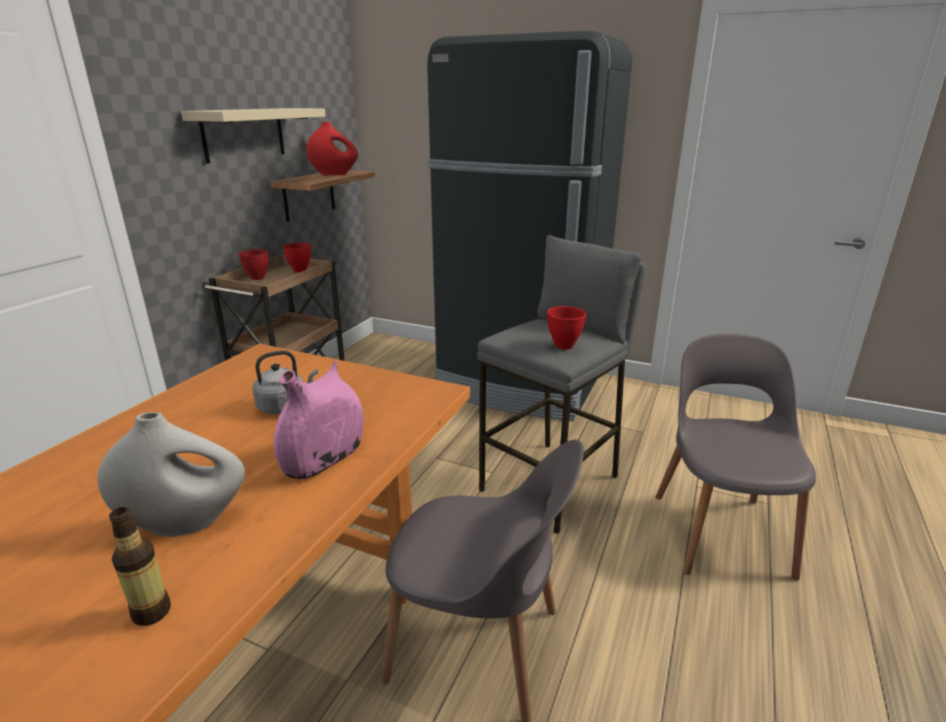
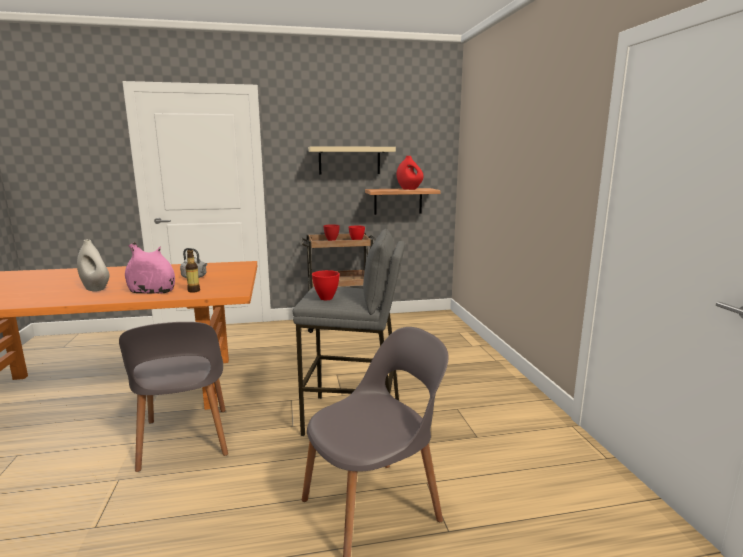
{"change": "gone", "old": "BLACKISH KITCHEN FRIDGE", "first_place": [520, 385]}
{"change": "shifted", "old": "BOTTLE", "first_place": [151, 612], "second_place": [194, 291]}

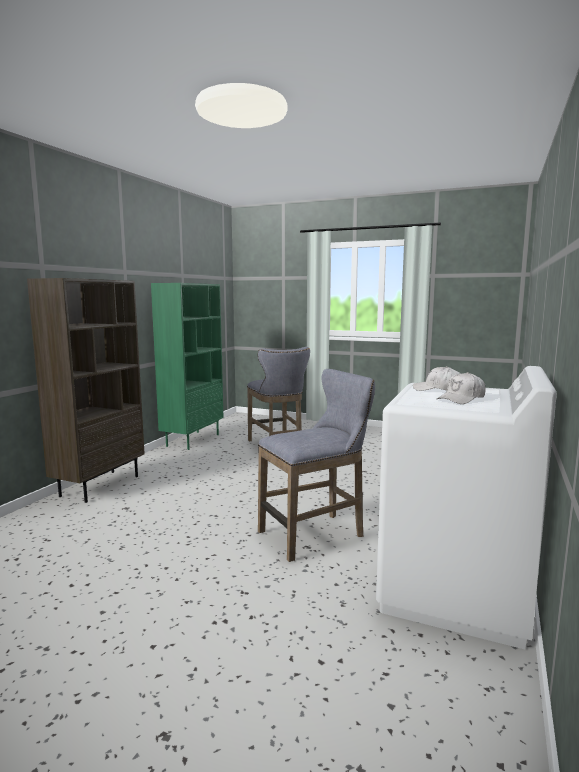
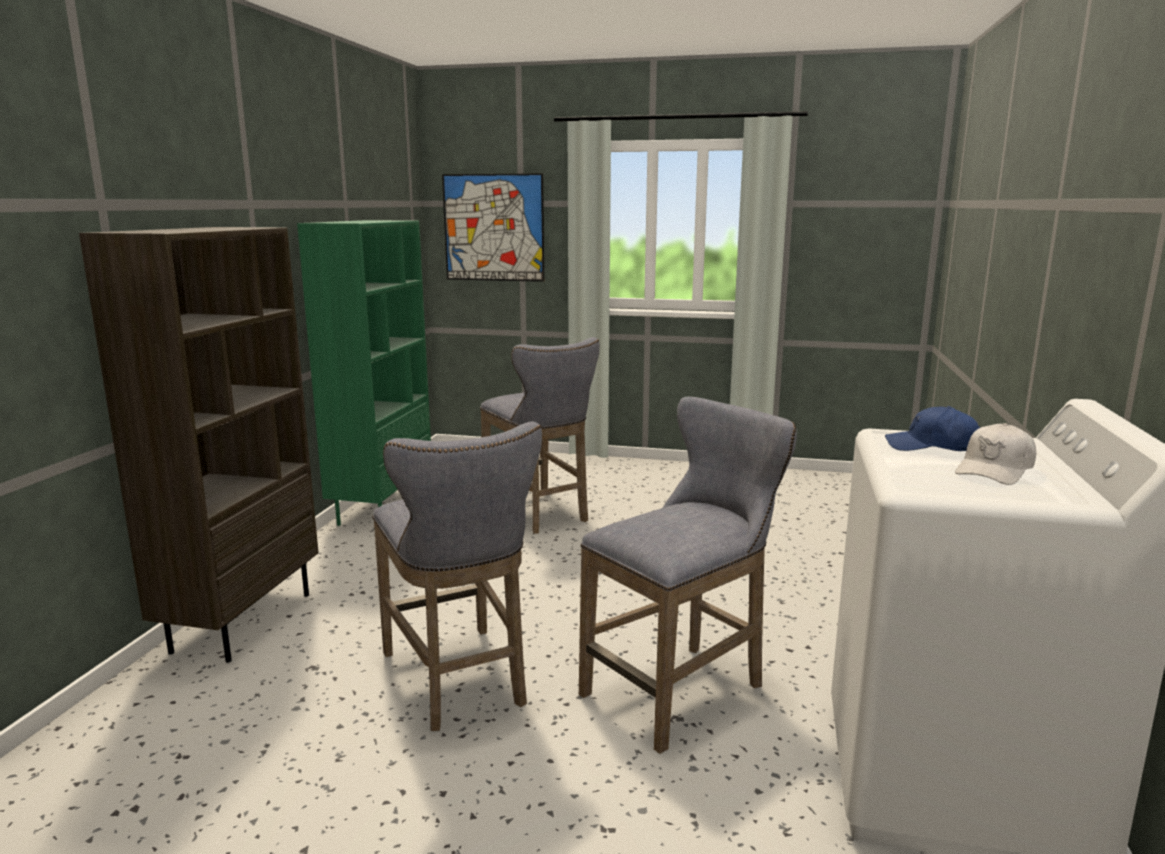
{"change": "new", "new": "GREYISH STOOL", "second_place": [458, 682]}
{"change": "new", "new": "WALL ART", "second_place": [493, 228]}
{"change": "repainted", "old": "WHITISH BASEBALL CAP", "new": "BLUISH BASEBALL CAP", "first_place": [438, 390], "second_place": [931, 446]}

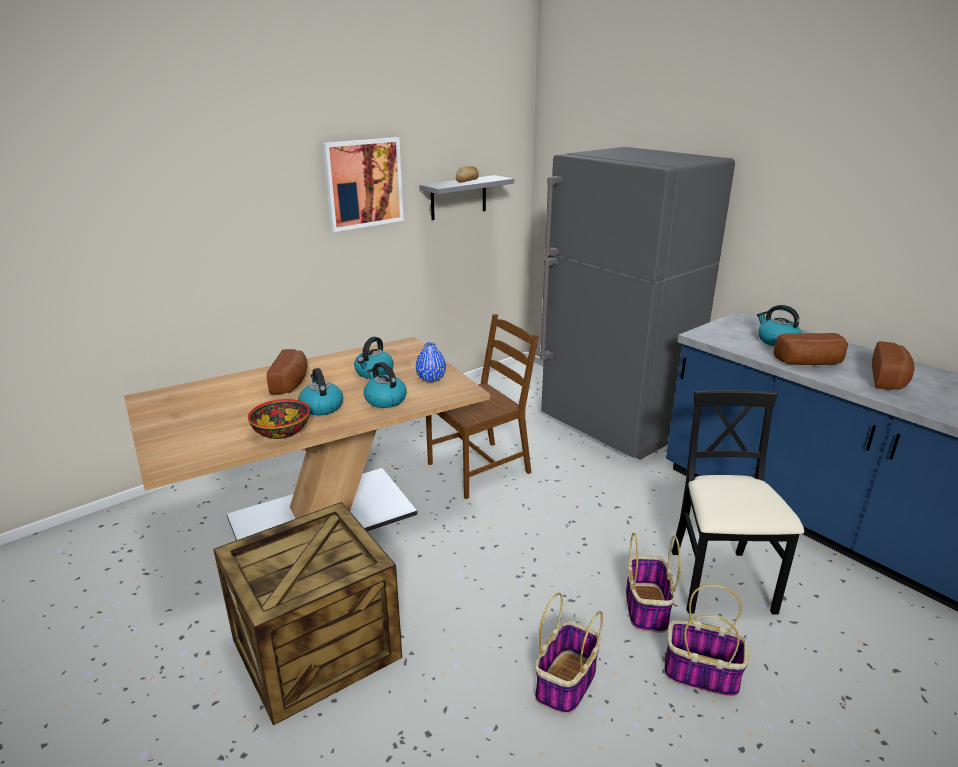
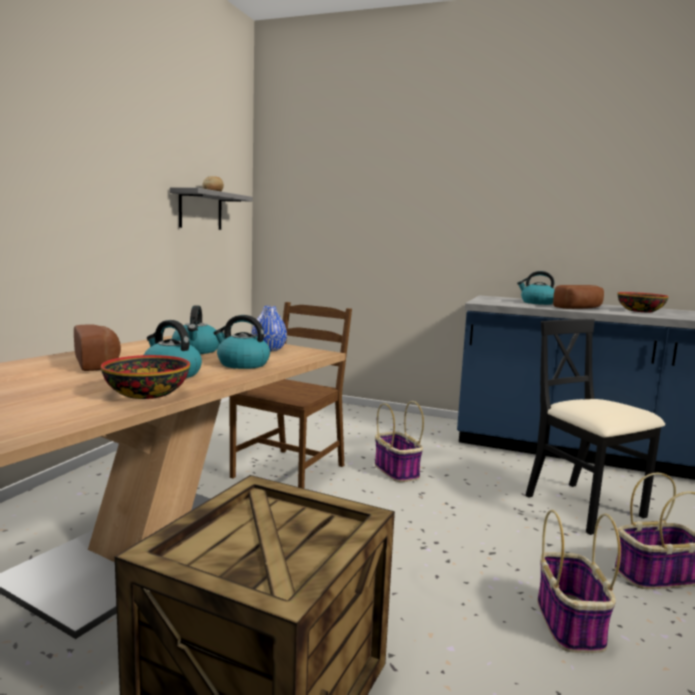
{"change": "gone", "old": "WALL ART", "first_place": [363, 183]}
{"change": "gone", "old": "GREYISH KITCHEN FRIDGE", "first_place": [614, 428]}
{"change": "shifted", "old": "BASKET", "first_place": [646, 607], "second_place": [395, 471]}
{"change": "swapped", "old": "BREAD", "new": "BOWL", "first_place": [890, 379], "second_place": [640, 311]}

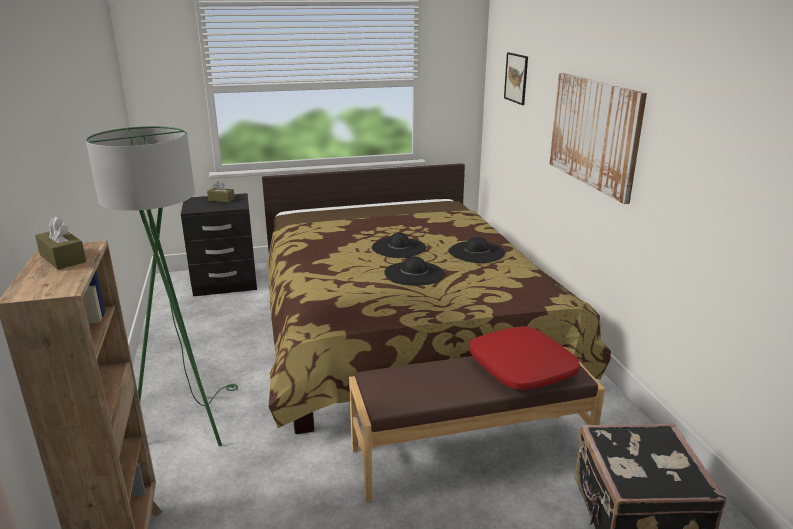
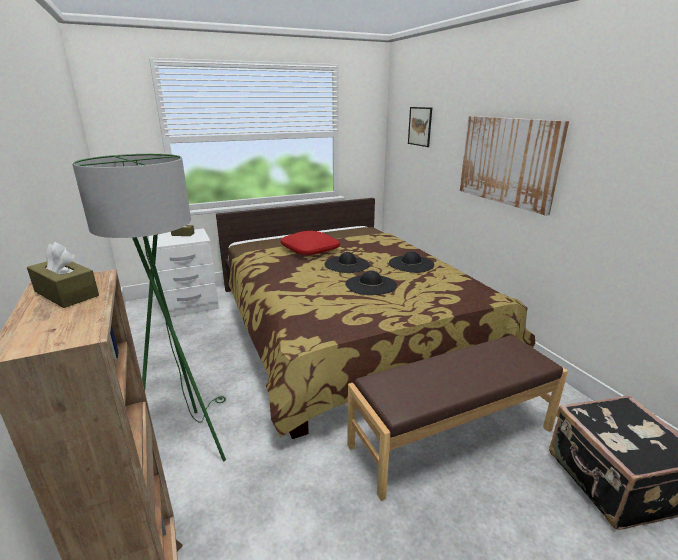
{"change": "shifted", "old": "REDDISH THROW PILLOW", "first_place": [521, 368], "second_place": [309, 250]}
{"change": "repainted", "old": "BLACKISH NIGHT TABLE", "new": "WHITISH NIGHT TABLE", "first_place": [225, 283], "second_place": [189, 305]}

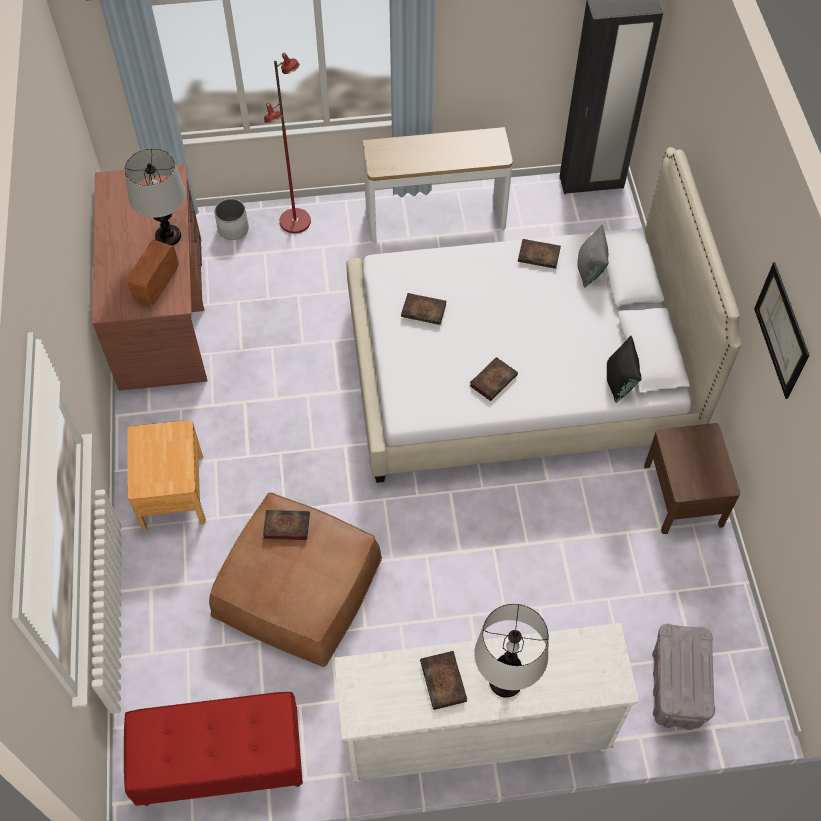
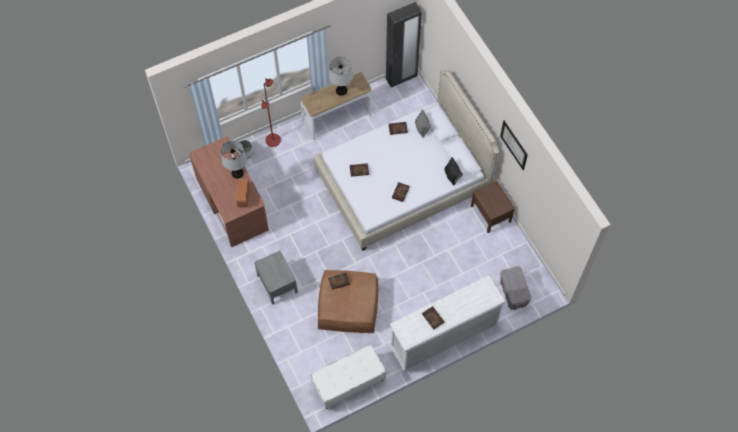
{"change": "shifted", "old": "LAMP FOR A TABLE", "first_place": [506, 680], "second_place": [341, 90]}
{"change": "repainted", "old": "REDDISH LONG SEAT", "new": "WHITISH LONG SEAT", "first_place": [220, 762], "second_place": [348, 383]}
{"change": "repainted", "old": "BROWNISH NIGHT TABLE", "new": "GREYISH NIGHT TABLE", "first_place": [172, 491], "second_place": [277, 283]}

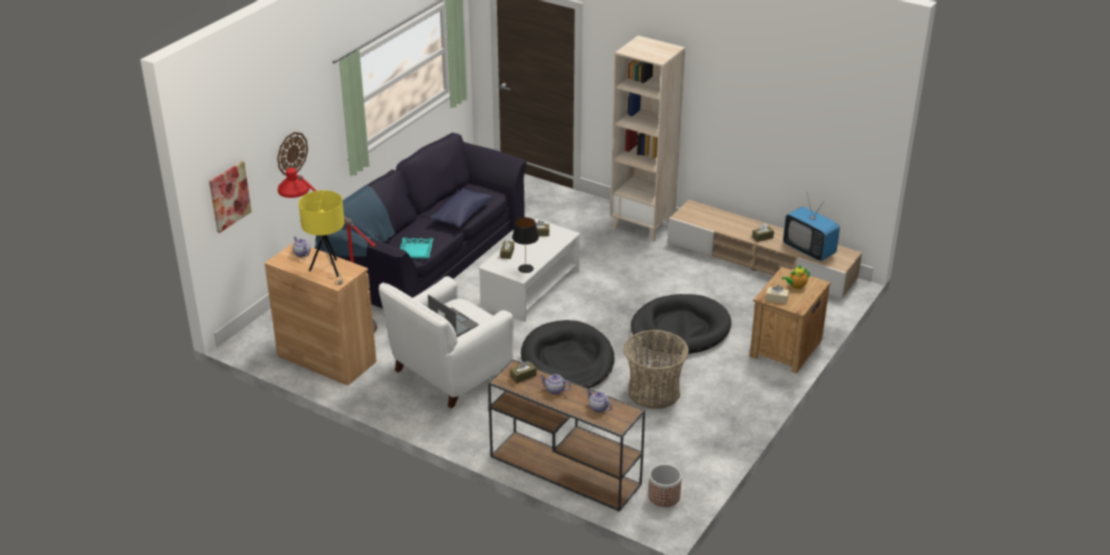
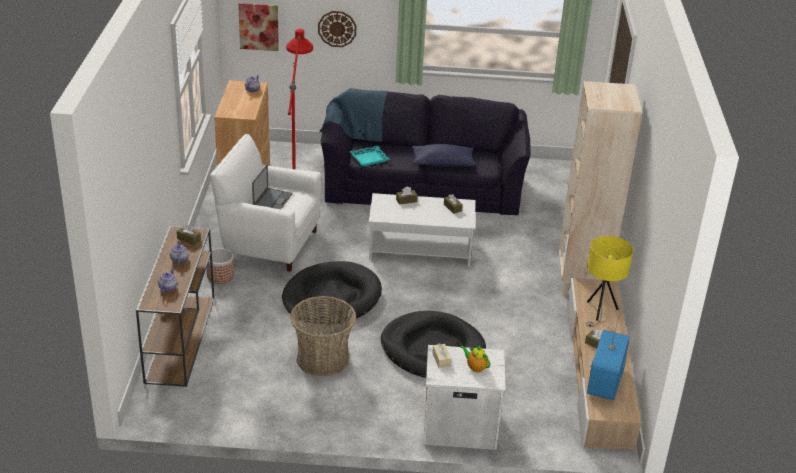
{"change": "gone", "old": "BLACKISH LAMP FOR A TABLE", "first_place": [526, 269]}
{"change": "shifted", "old": "YELLOW LAMP FOR A TABLE", "first_place": [328, 270], "second_place": [599, 312]}
{"change": "shifted", "old": "FLOWER POT", "first_place": [664, 496], "second_place": [220, 276]}
{"change": "repainted", "old": "BROWNISH NIGHT TABLE", "new": "WHITISH NIGHT TABLE", "first_place": [784, 348], "second_place": [458, 426]}

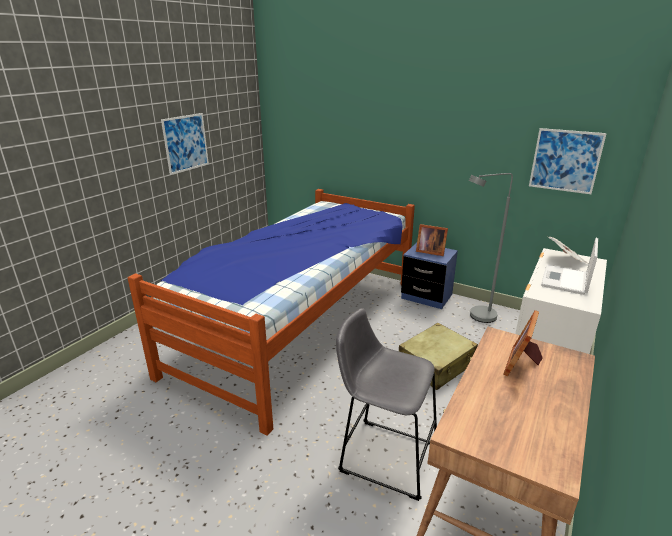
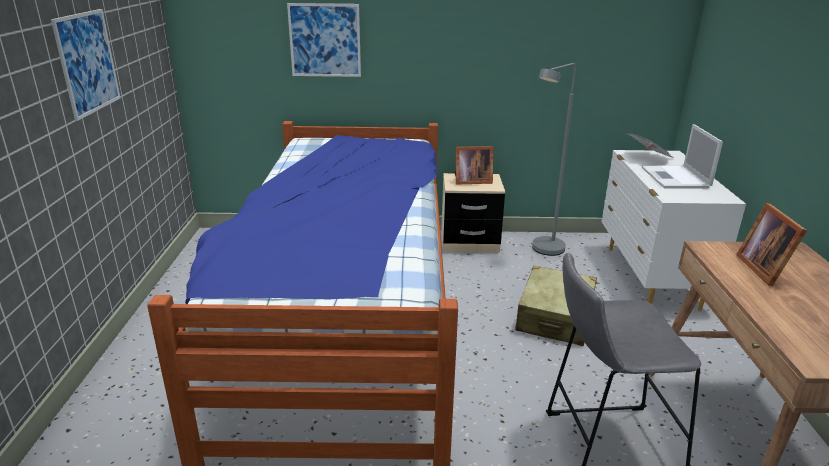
{"change": "shifted", "old": "WALL ART", "first_place": [565, 161], "second_place": [325, 40]}
{"change": "repainted", "old": "BLUISH NIGHT TABLE", "new": "BEIGE NIGHT TABLE", "first_place": [426, 296], "second_place": [469, 242]}

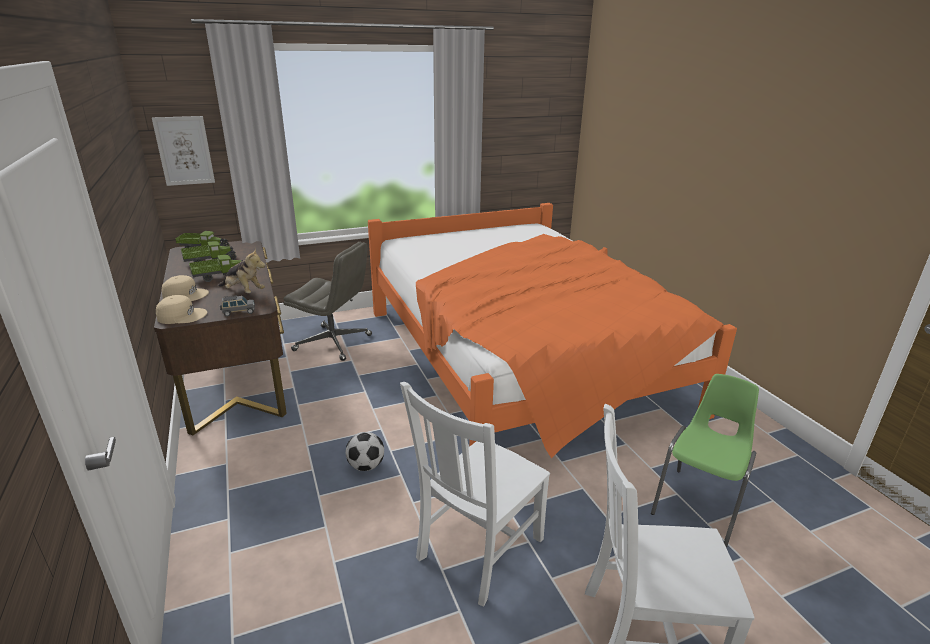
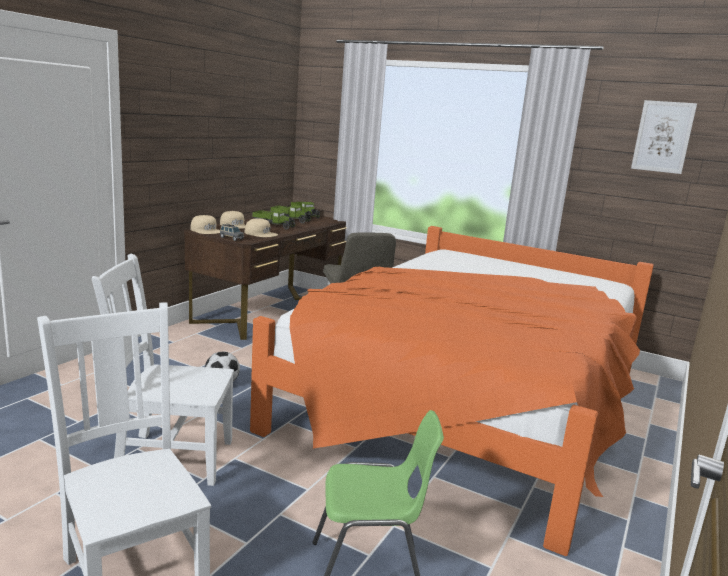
{"change": "shifted", "old": "WALL ART", "first_place": [184, 151], "second_place": [663, 137]}
{"change": "swapped", "old": "SOFT TOY", "new": "BEIGE BASEBALL CAP", "first_place": [243, 292], "second_place": [261, 234]}

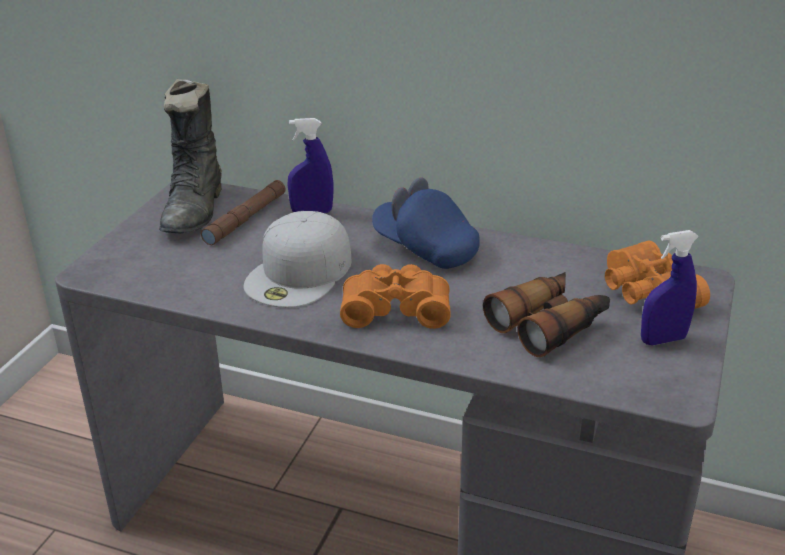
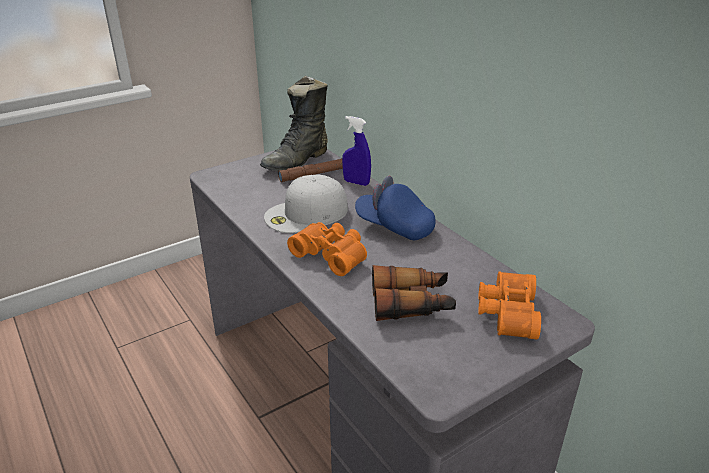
{"change": "gone", "old": "BLUISH SPRAYER", "first_place": [663, 340]}
{"change": "rotated", "old": "BLUISH BASEBALL CAP", "first_place": [425, 248], "second_place": [394, 226], "degrees": -45}

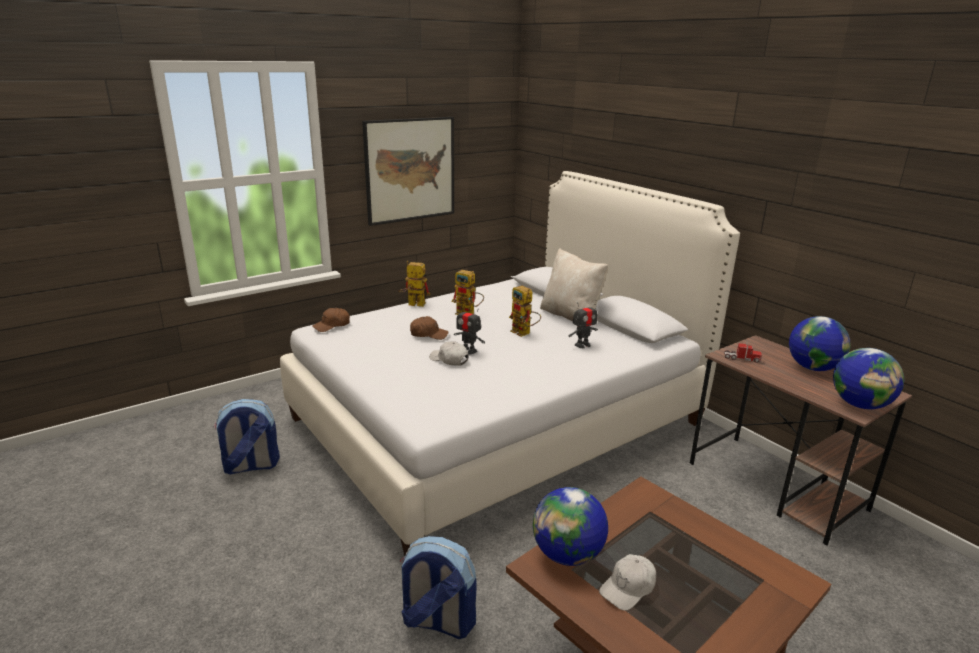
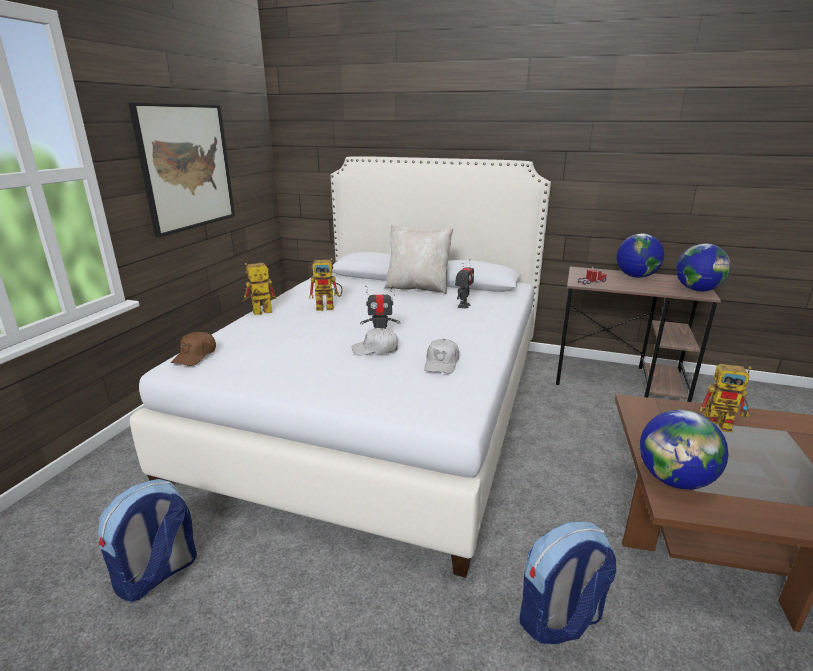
{"change": "gone", "old": "BROWNISH BASEBALL CAP", "first_place": [428, 334]}
{"change": "shifted", "old": "TOY ROBOT", "first_place": [524, 333], "second_place": [723, 425]}
{"change": "shifted", "old": "WHITISH BASEBALL CAP", "first_place": [628, 588], "second_place": [441, 363]}

